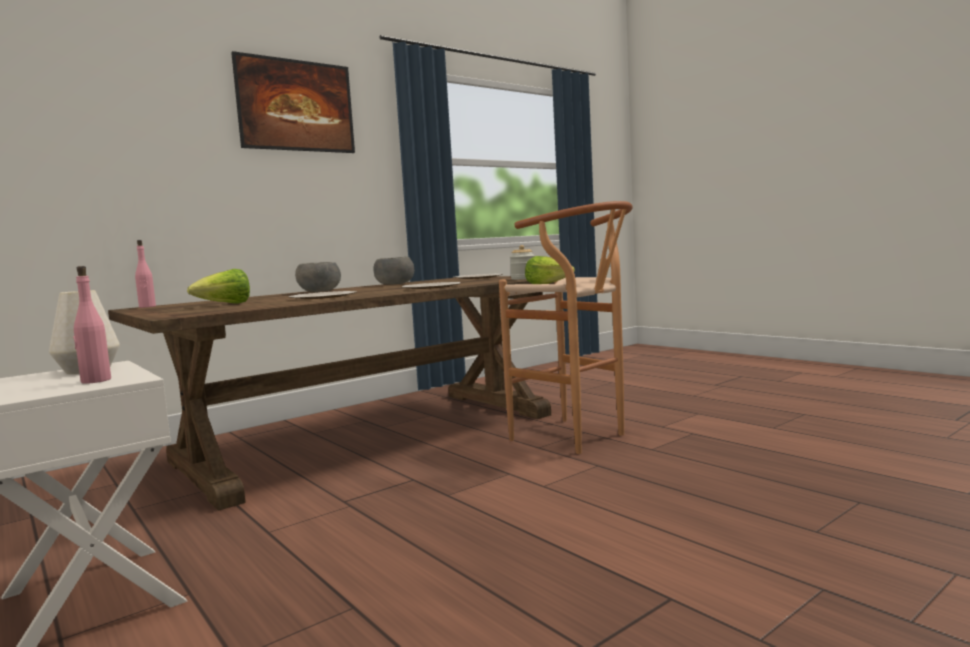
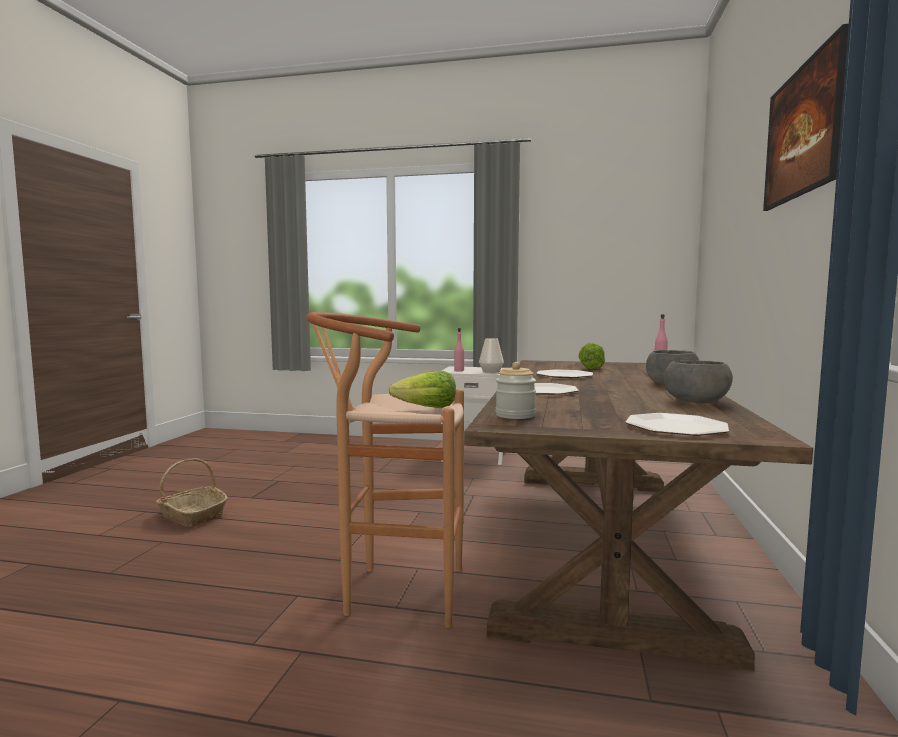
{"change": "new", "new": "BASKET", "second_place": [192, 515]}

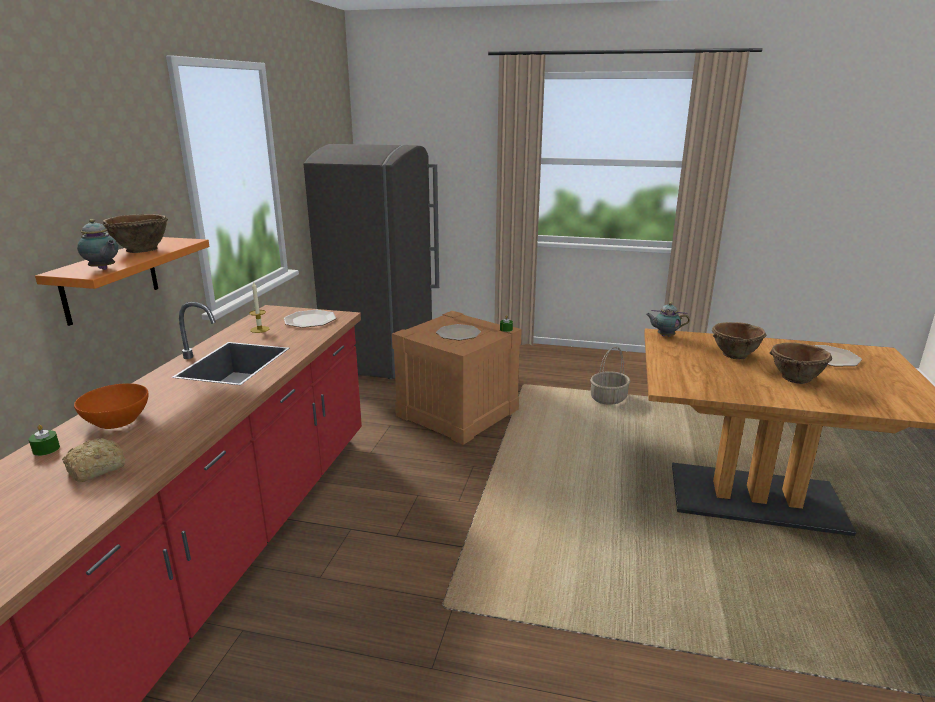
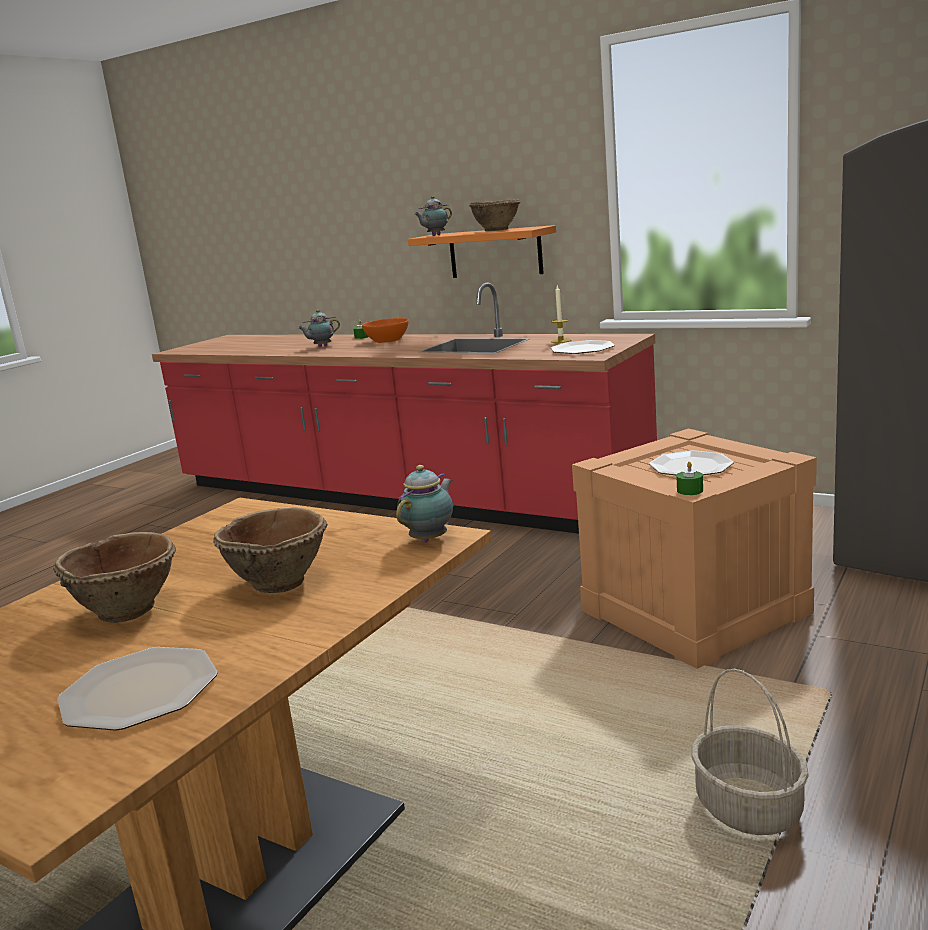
{"change": "swapped", "old": "BREAD", "new": "POT FOR TEA", "first_place": [94, 469], "second_place": [321, 346]}

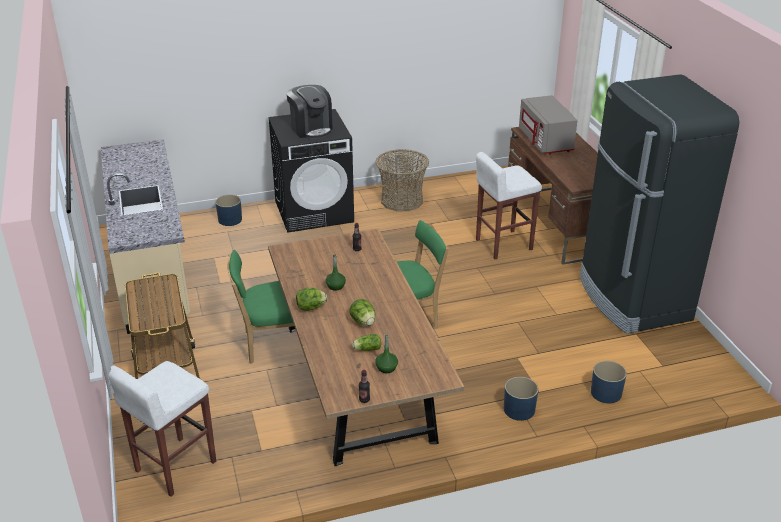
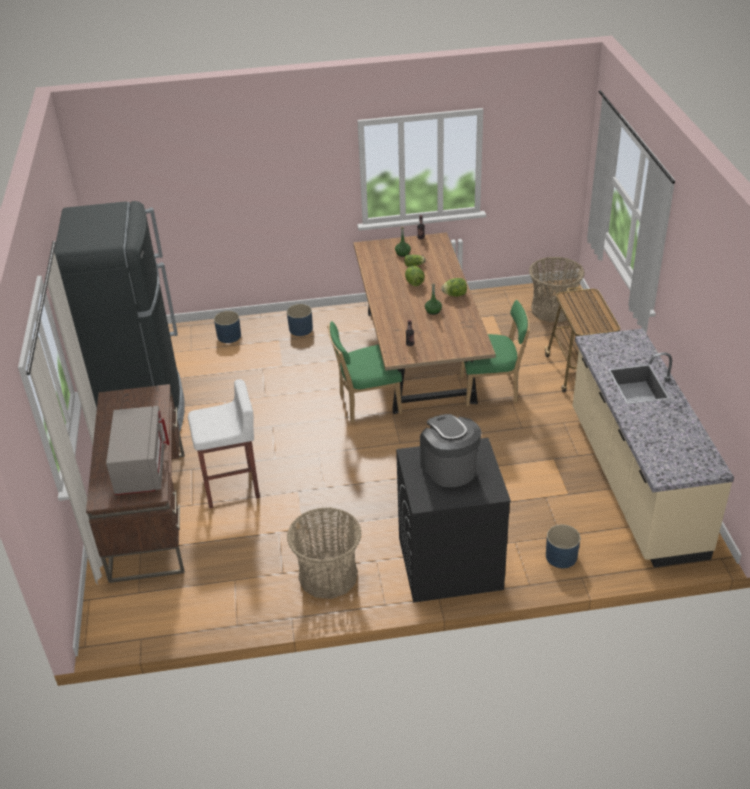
{"change": "swapped", "old": "WHITISH STOOL", "new": "BASKET", "first_place": [174, 466], "second_place": [553, 310]}

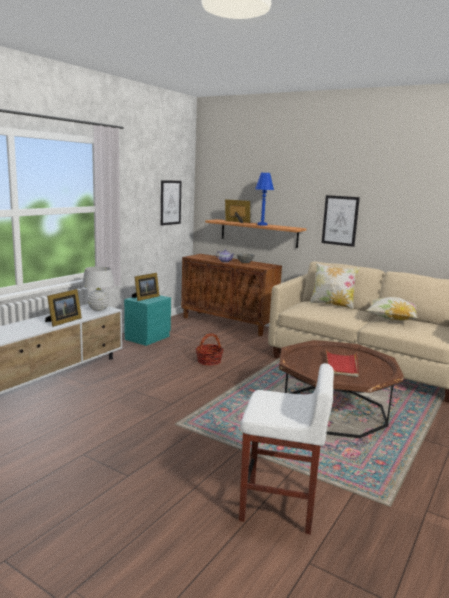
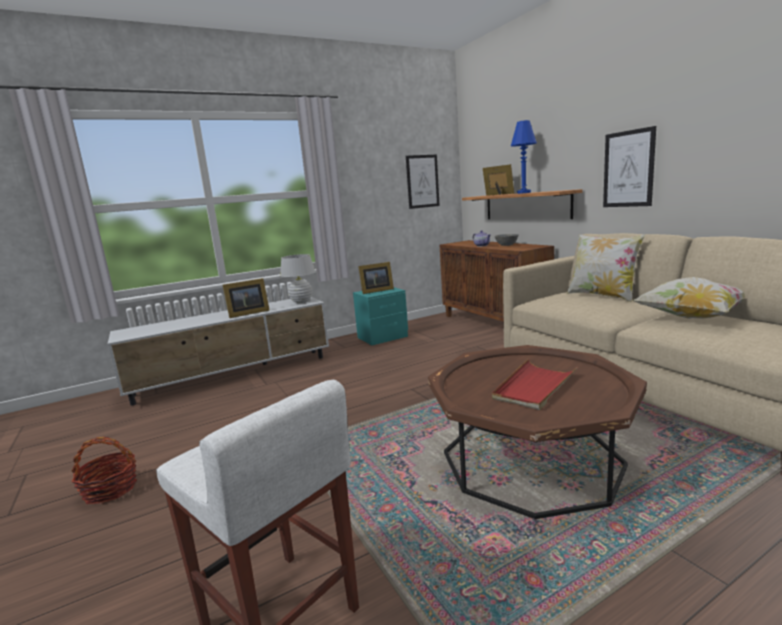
{"change": "shifted", "old": "BASKET", "first_place": [209, 361], "second_place": [110, 489]}

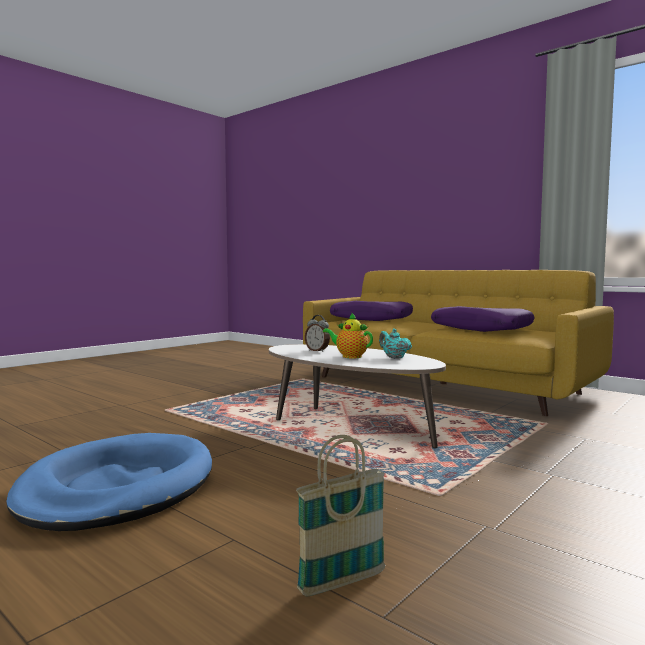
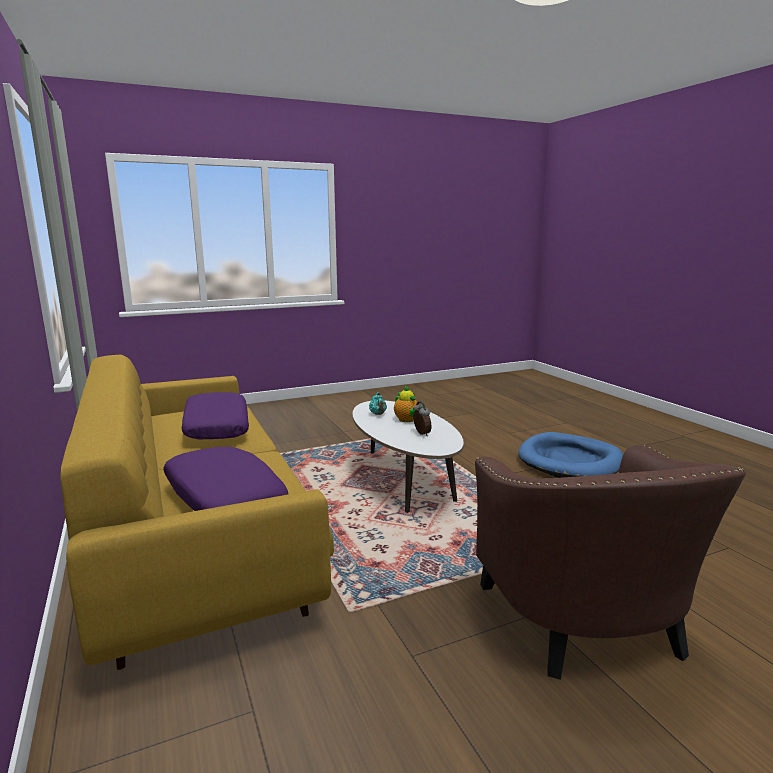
{"change": "gone", "old": "BASKET", "first_place": [342, 582]}
{"change": "new", "new": "BROWNISH EASY CHAIR", "second_place": [587, 625]}

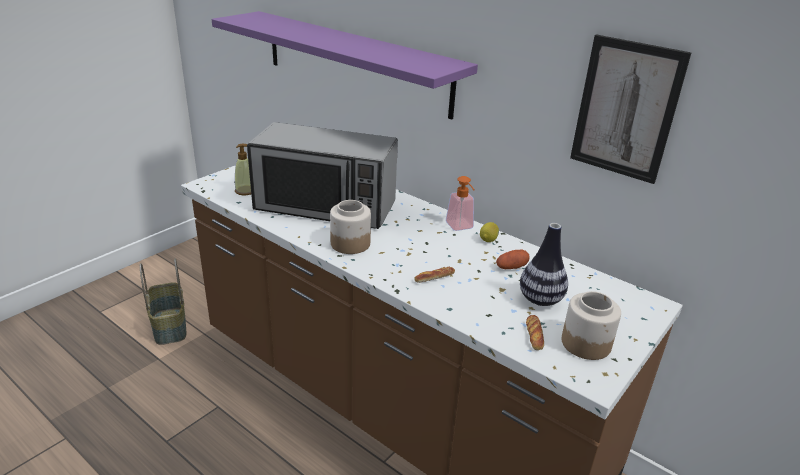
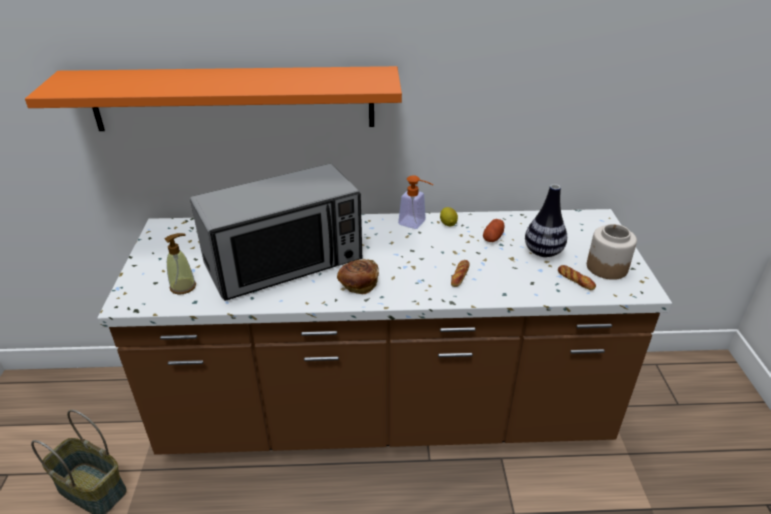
{"change": "gone", "old": "WALL ART", "first_place": [626, 109]}
{"change": "swapped", "old": "PRESERVE JAR", "new": "BREAD", "first_place": [349, 244], "second_place": [358, 284]}
{"change": "repainted", "old": "PURPLE WALL SHELF", "new": "ORANGE WALL SHELF", "first_place": [354, 62], "second_place": [233, 99]}

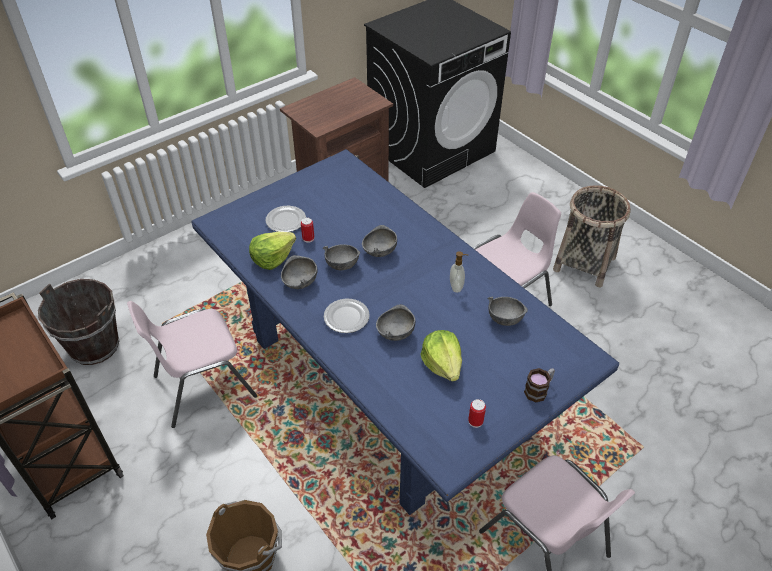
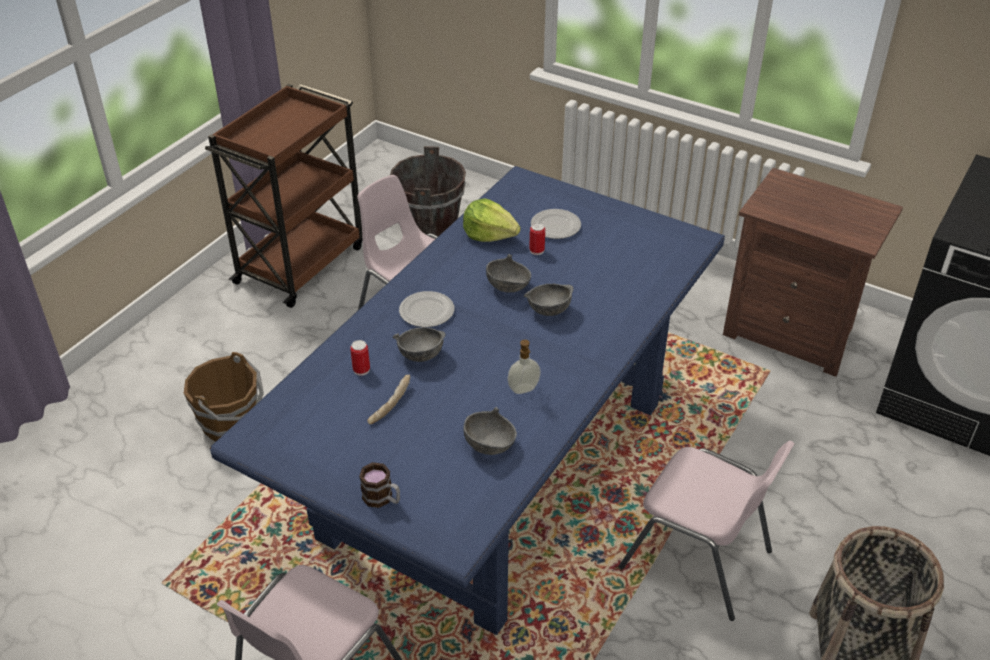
{"change": "gone", "old": "GREYISH BOWL", "first_place": [299, 282]}
{"change": "shifted", "old": "CAN", "first_place": [475, 421], "second_place": [361, 370]}
{"change": "swapped", "old": "LETTUCE", "new": "BREAD", "first_place": [442, 364], "second_place": [389, 404]}

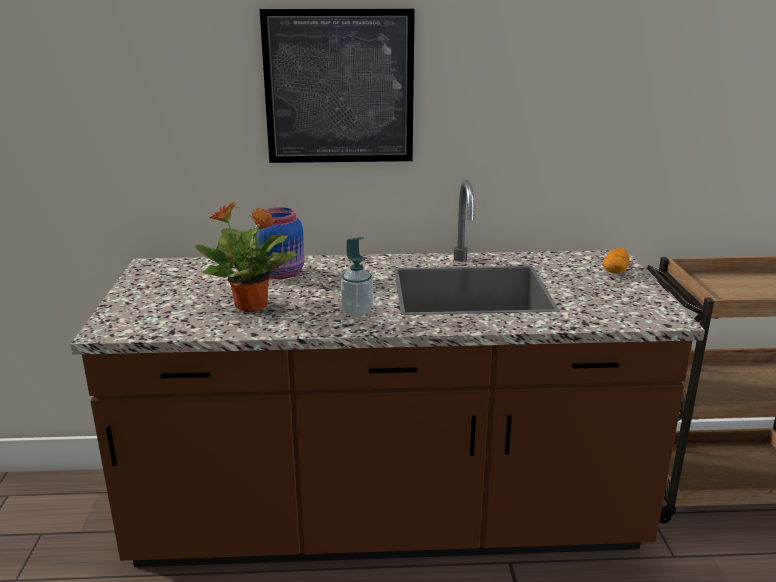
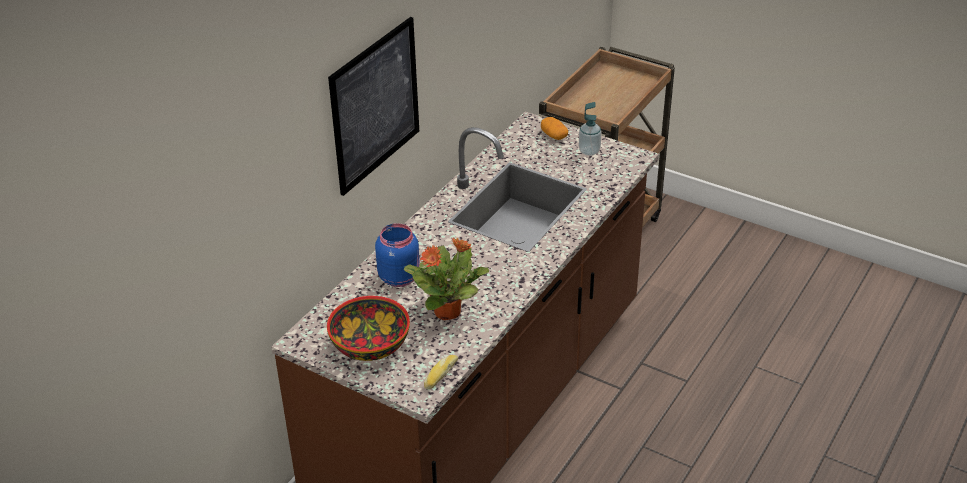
{"change": "new", "new": "BOWL", "second_place": [369, 345]}
{"change": "new", "new": "BREAD", "second_place": [440, 375]}
{"change": "shifted", "old": "SOAP BOTTLE", "first_place": [357, 311], "second_place": [589, 151]}

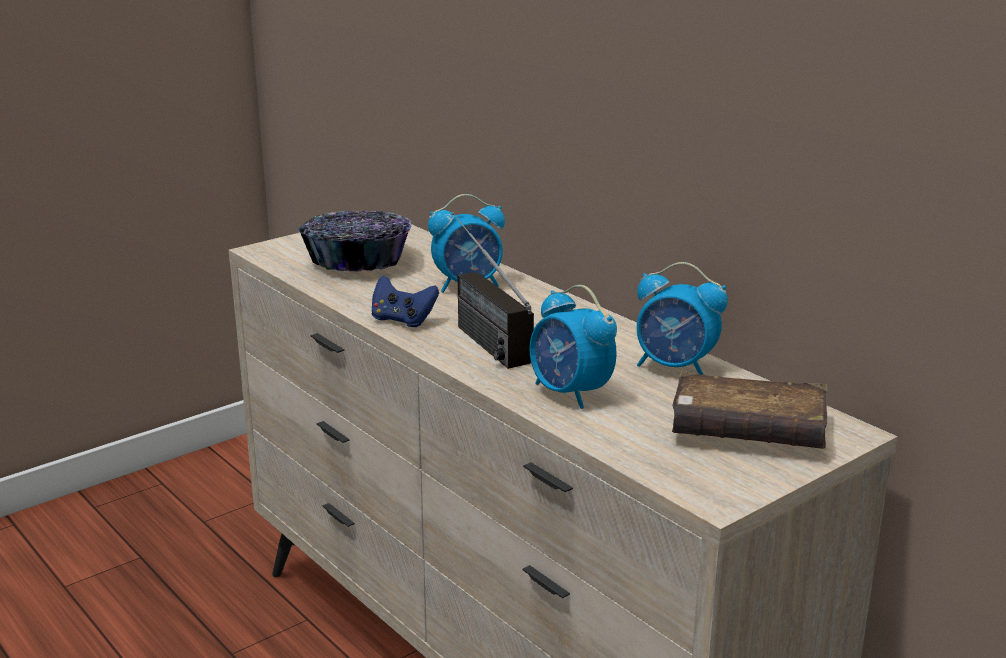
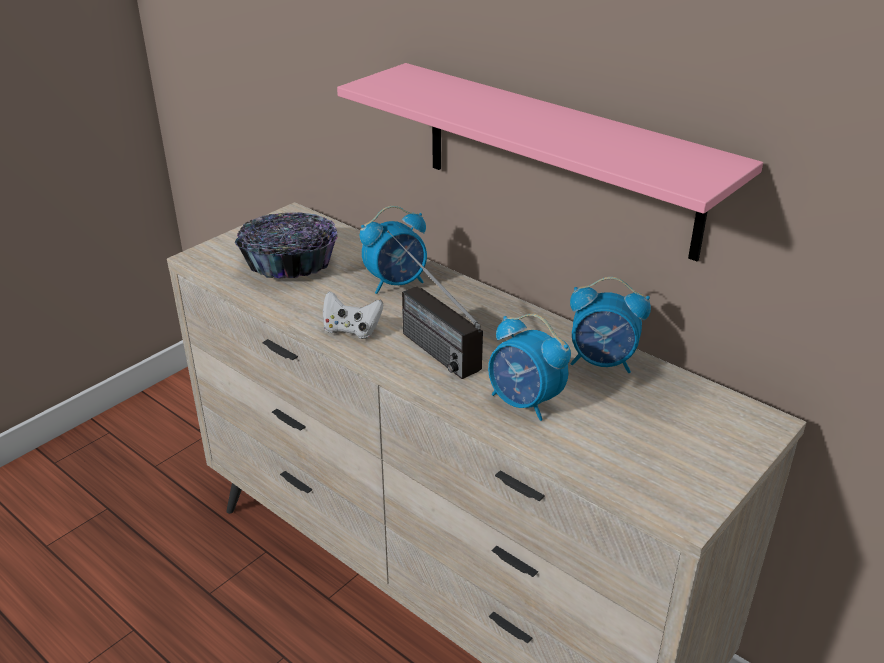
{"change": "gone", "old": "BROWNISH VOLUME", "first_place": [747, 431]}
{"change": "new", "new": "PINK WALL SHELF", "second_place": [558, 159]}
{"change": "repainted", "old": "BLUISH GAMEPAD", "new": "WHITISH GAMEPAD", "first_place": [402, 320], "second_place": [351, 330]}

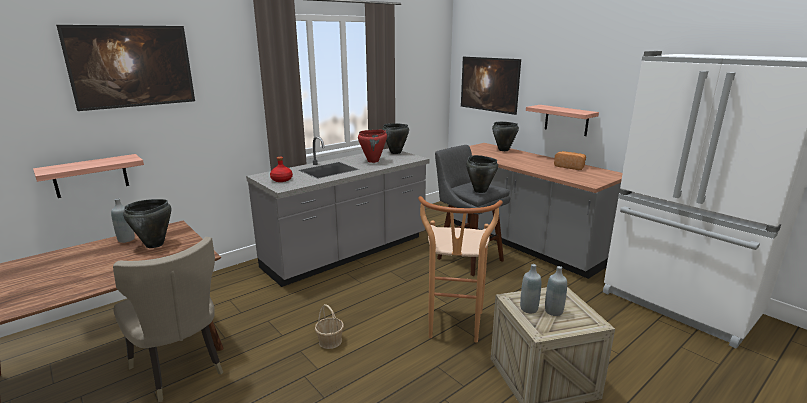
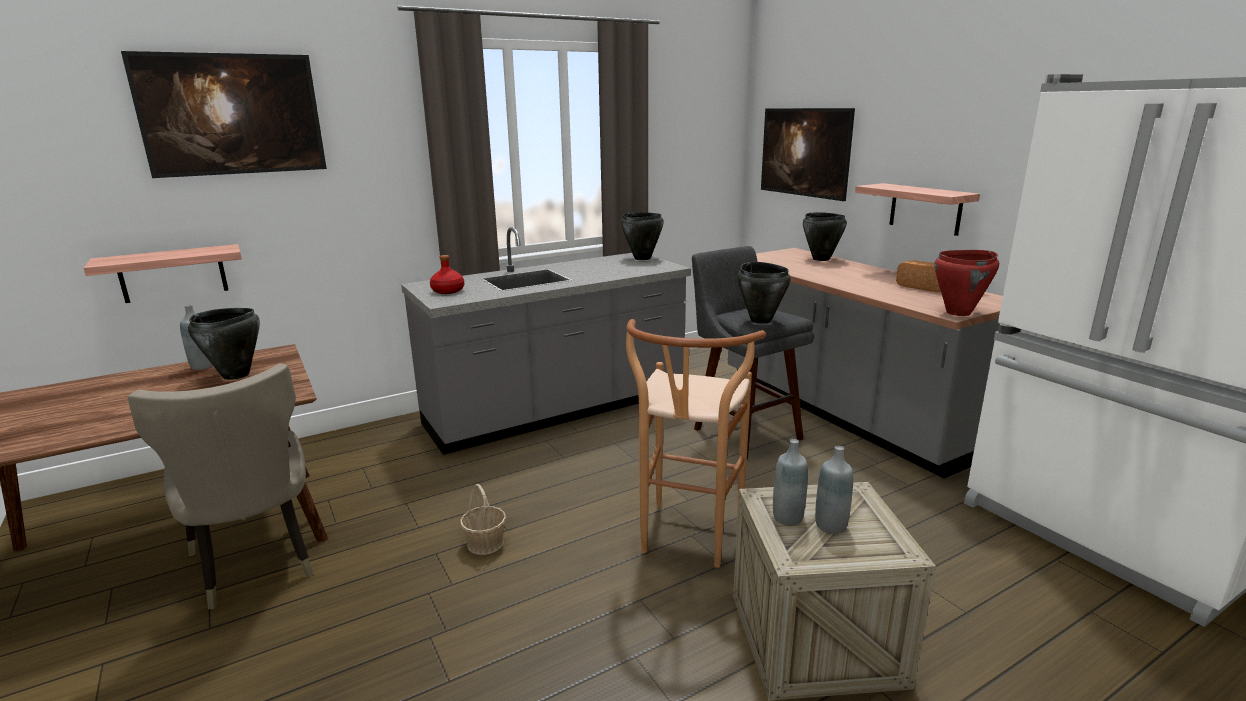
{"change": "shifted", "old": "REDDISH STOCKPOT", "first_place": [373, 161], "second_place": [959, 313]}

